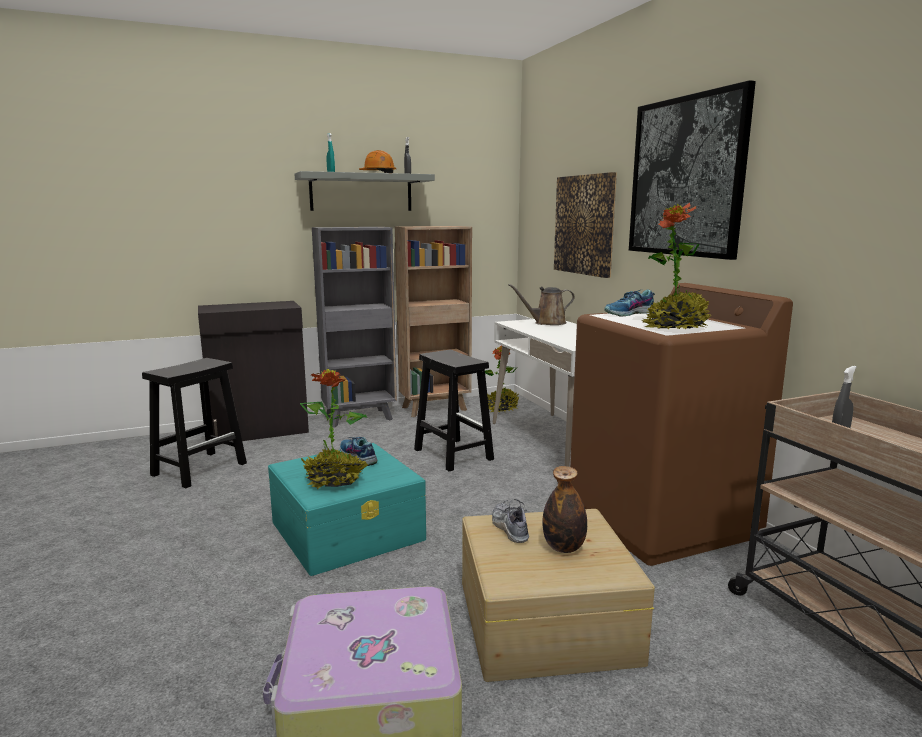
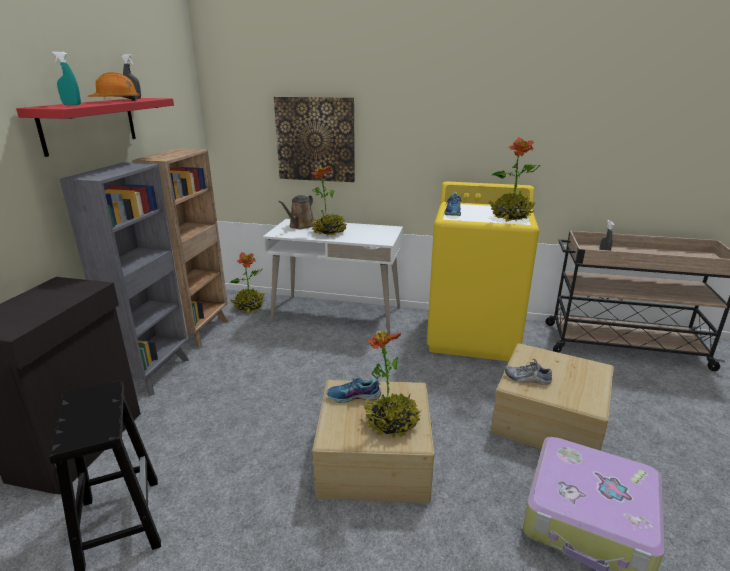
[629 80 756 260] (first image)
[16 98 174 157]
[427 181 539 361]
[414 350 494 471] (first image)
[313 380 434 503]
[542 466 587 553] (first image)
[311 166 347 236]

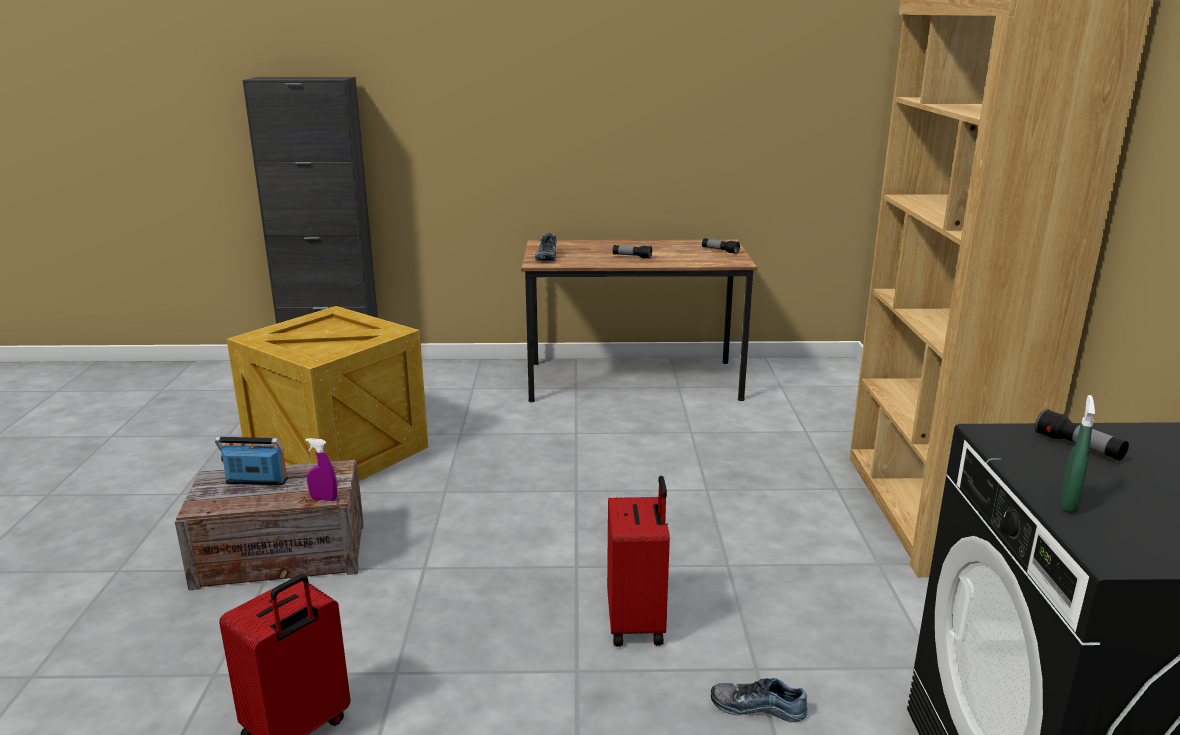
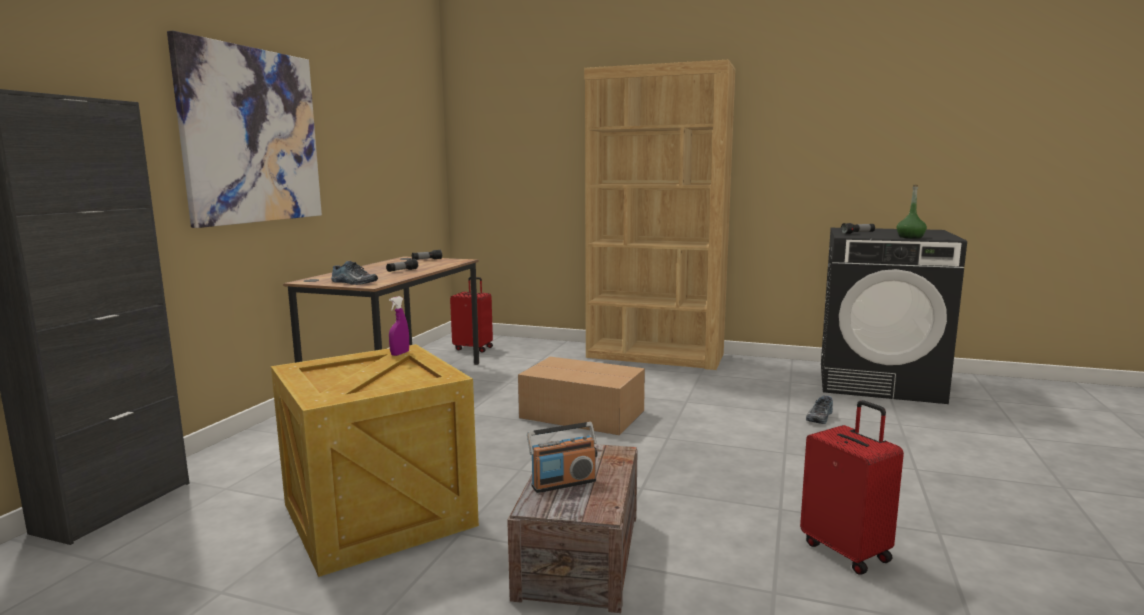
[896 185 927 238]
[527 422 597 493]
[389 296 409 356]
[450 277 493 353]
[167 31 322 228]
[518 357 645 435]

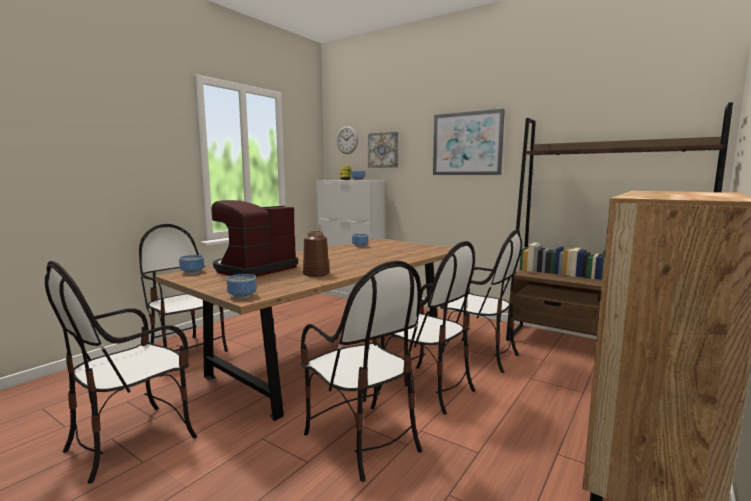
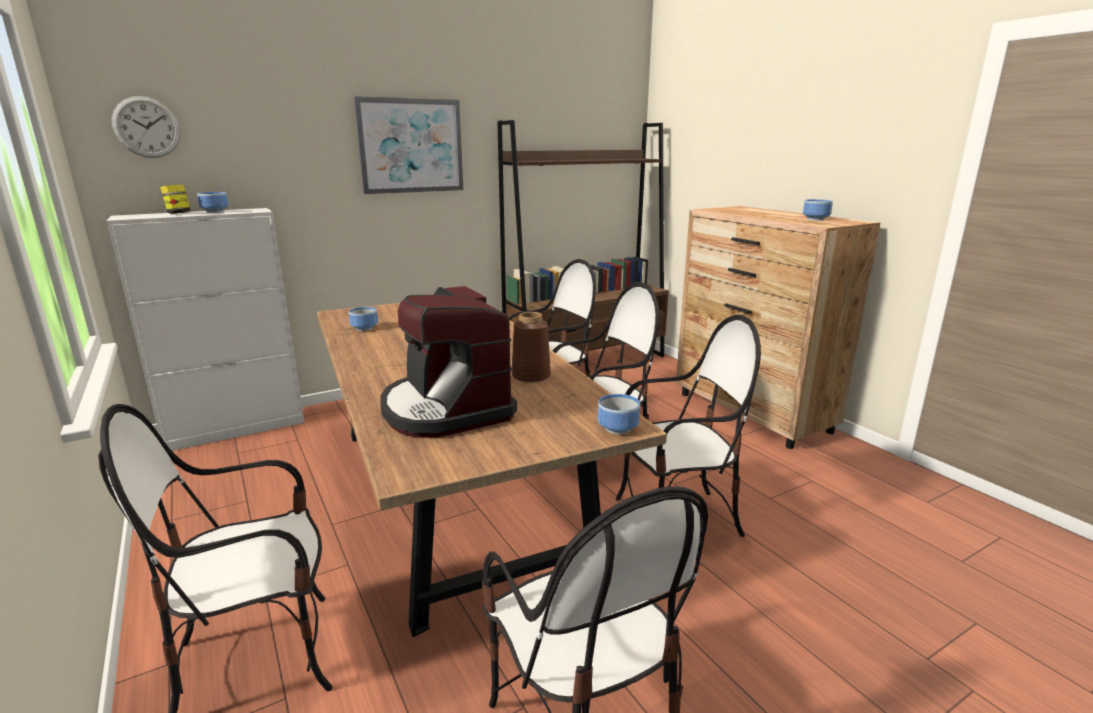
[368 132 398 168] (first image)
[803 199 833 220]

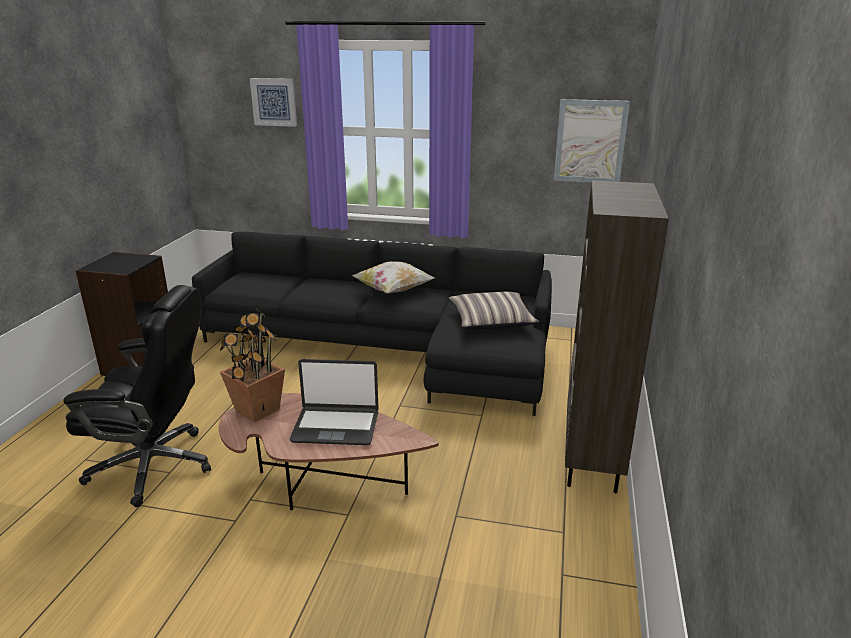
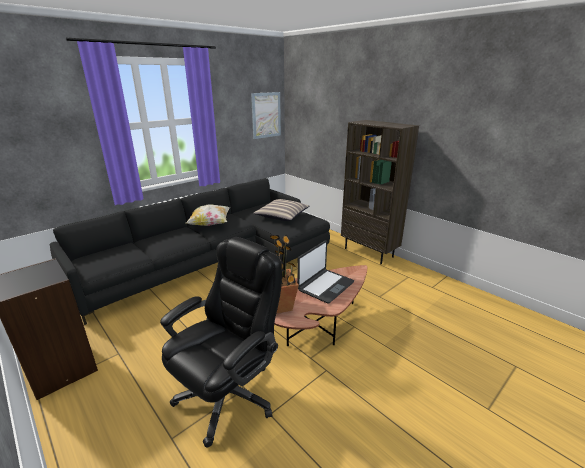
[250 78 297 127] (first image)

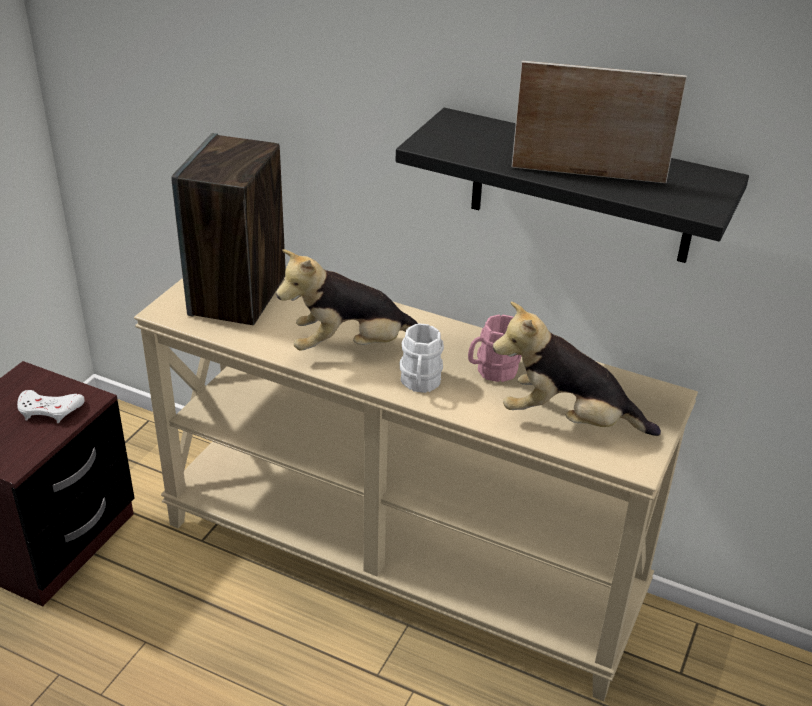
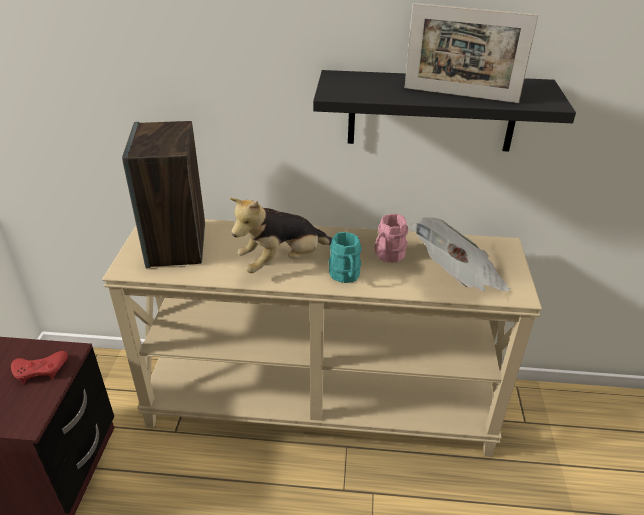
[405 3 538 103]
[411 217 510 292]
[329 232 362 283]
[11 351 68 384]

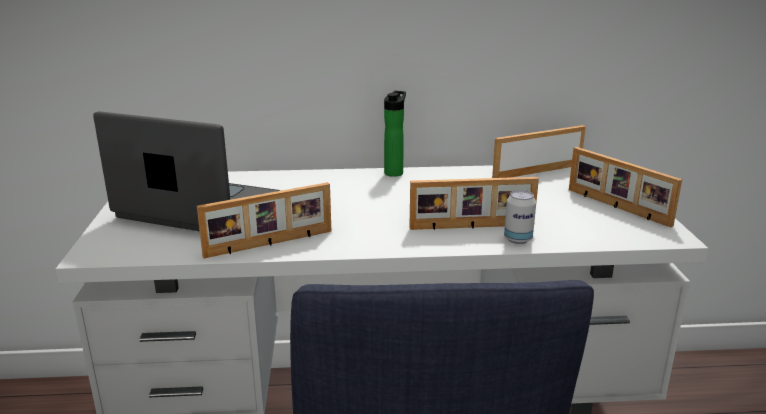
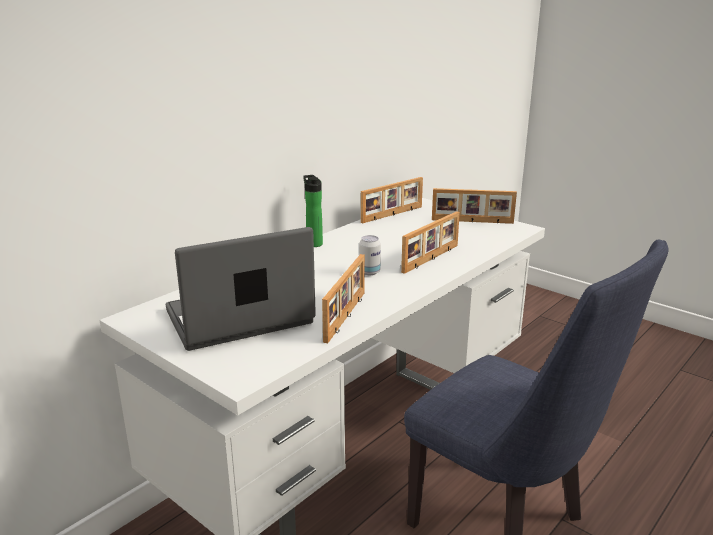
[361 177 423 223]
[359 235 381 275]

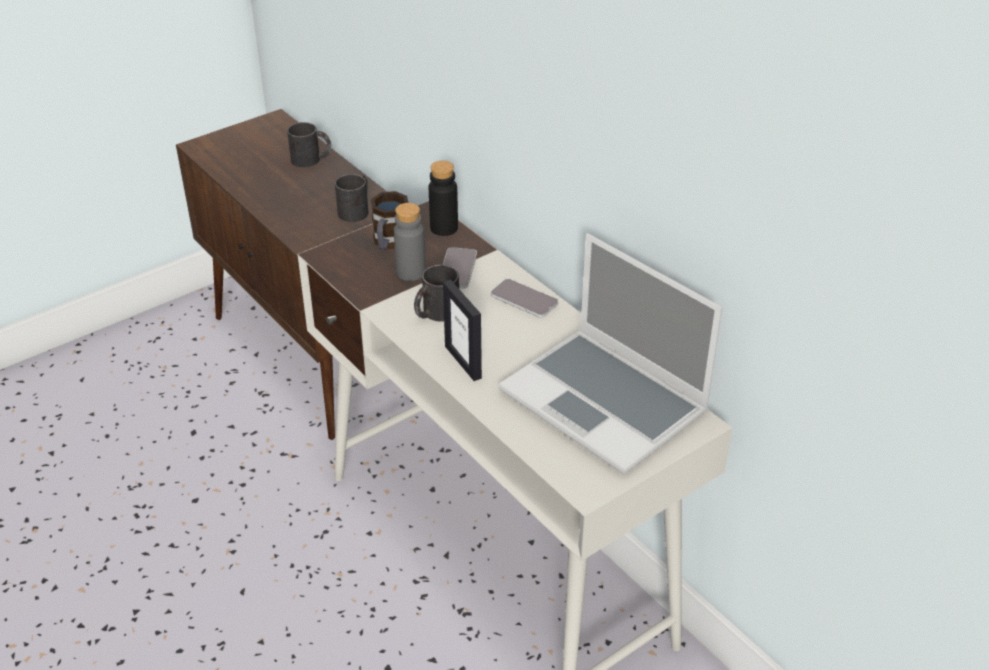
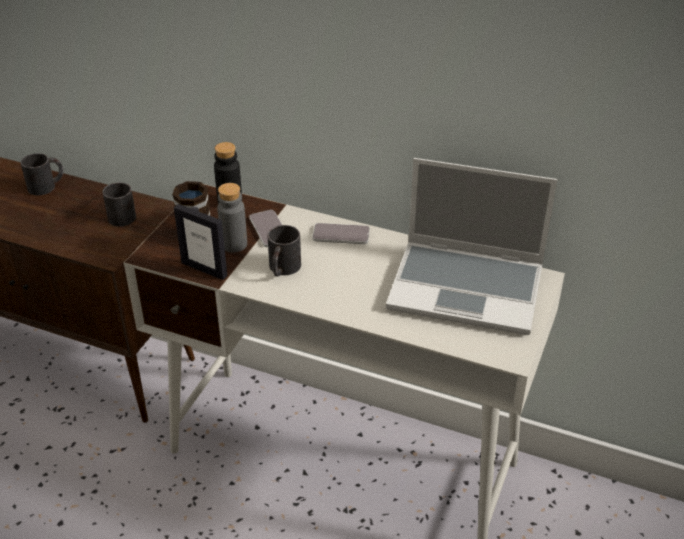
[174 204 227 280]

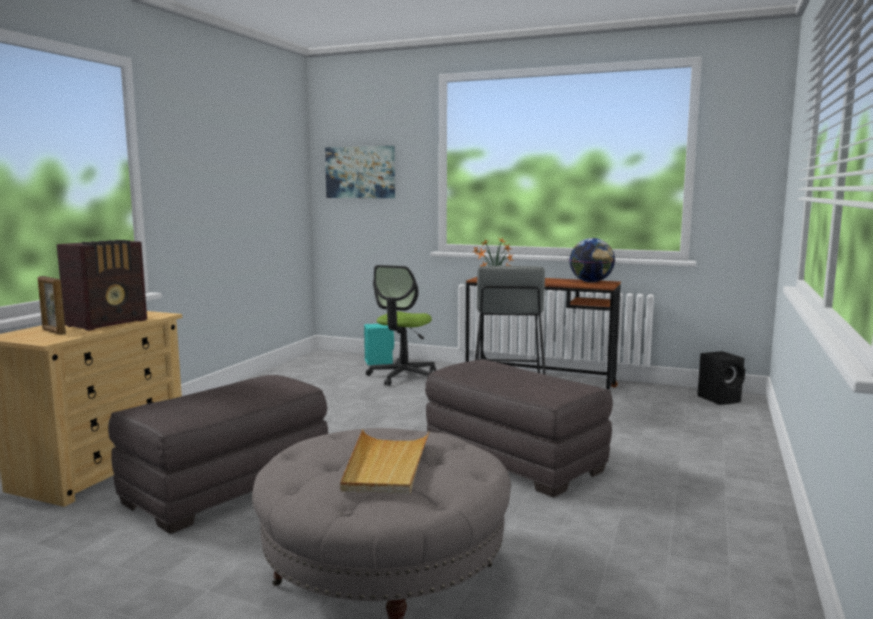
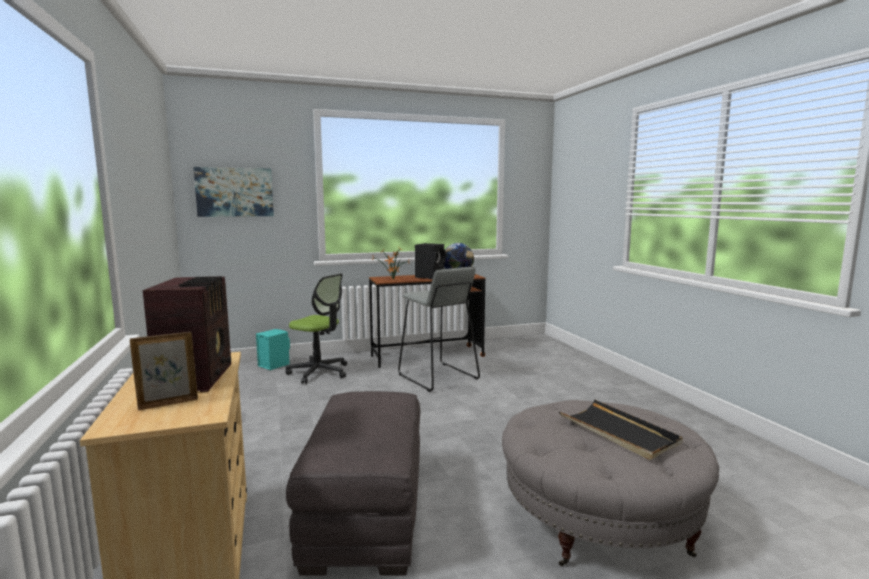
[286 273 347 384]
[130 332 198 410]
[415 243 446 279]
[425 360 613 498] (first image)
[559 399 683 460]

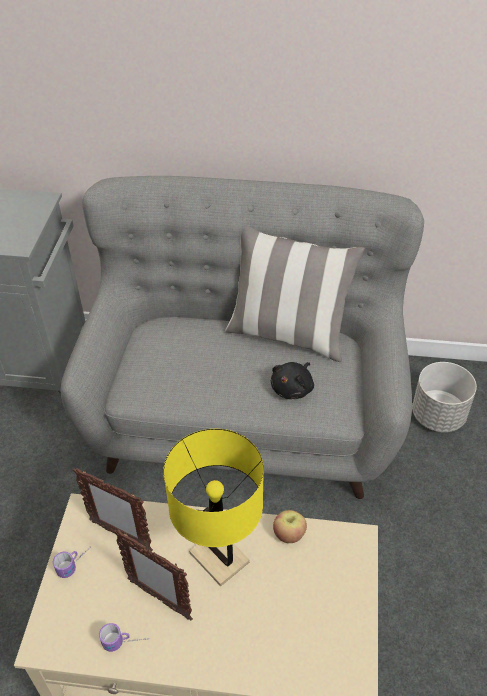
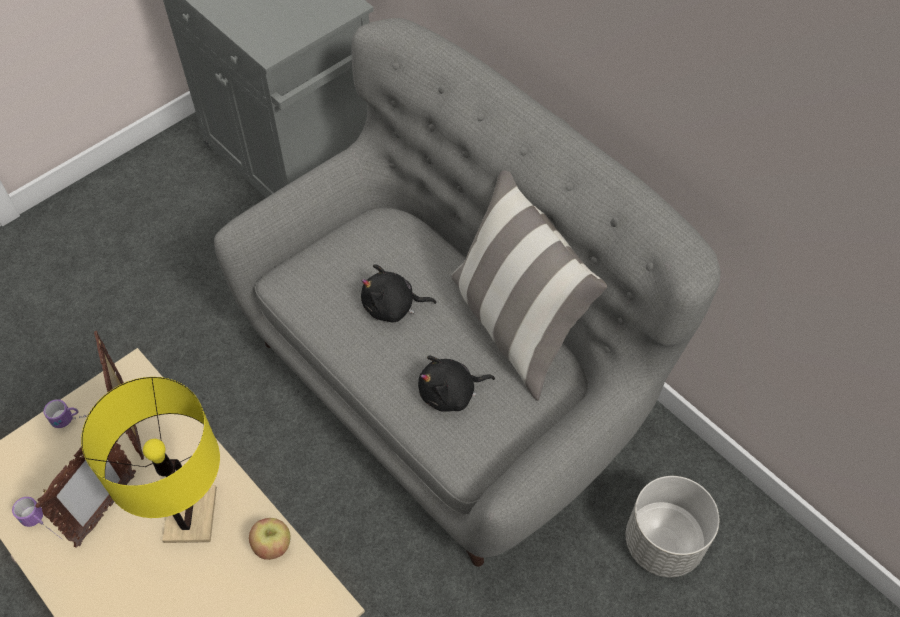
[35 441 136 548]
[361 264 436 322]

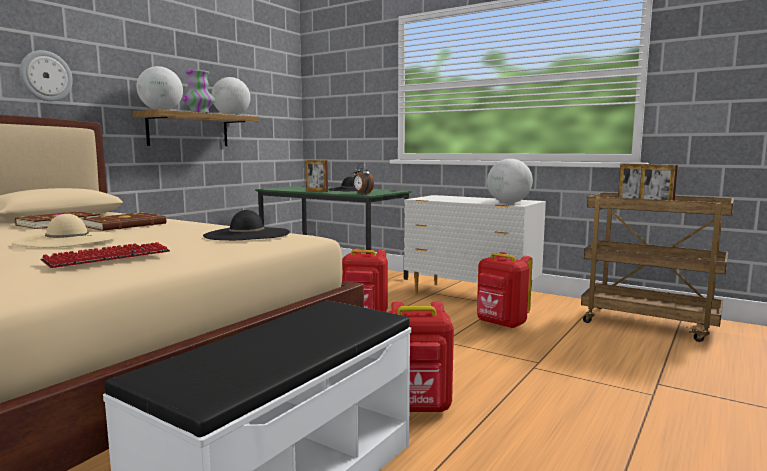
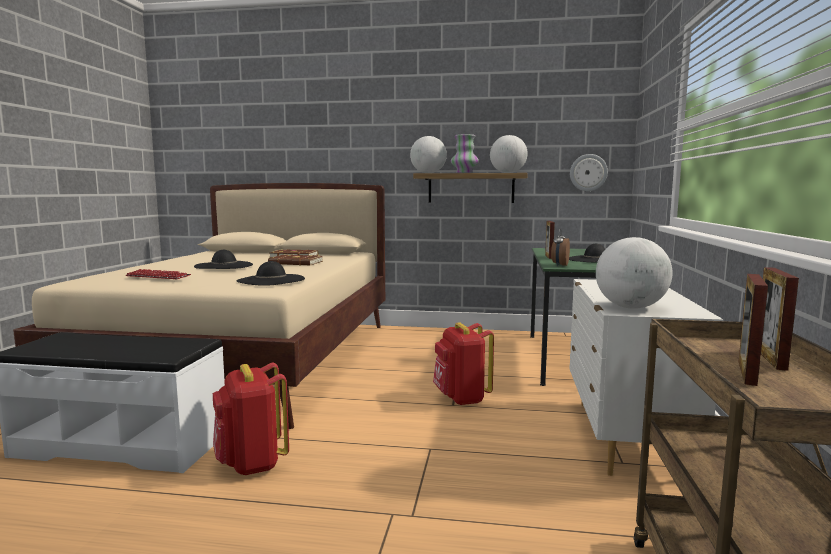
[570 154 608 191]
[194 250 253 269]
[477 252 532 329] (first image)

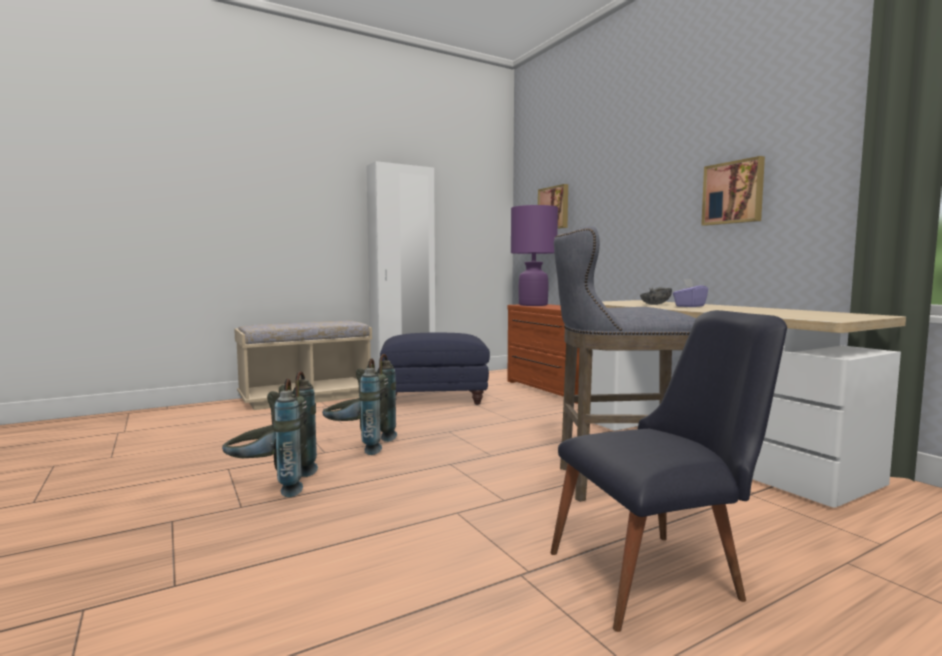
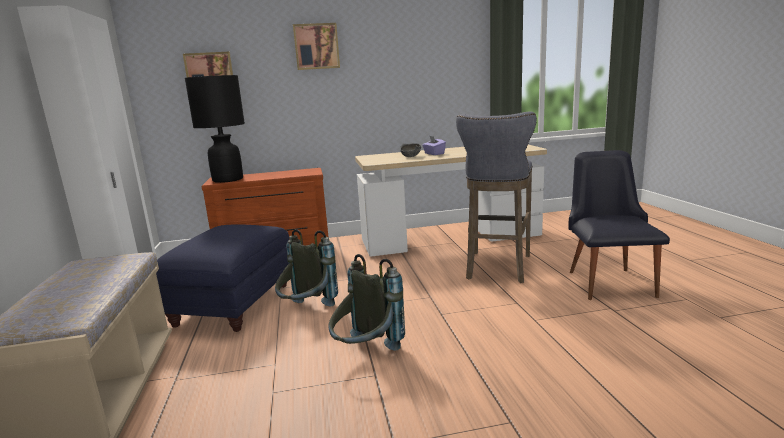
[293 23 340 70]
[185 75 245 183]
[275 229 338 306]

